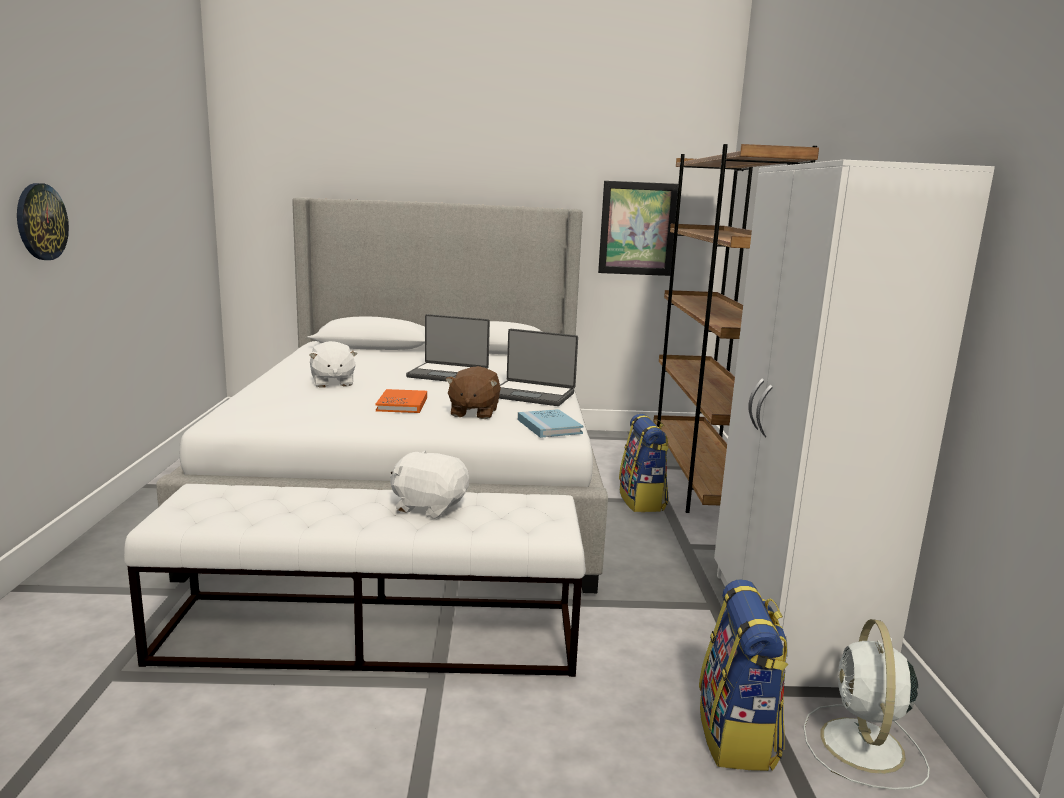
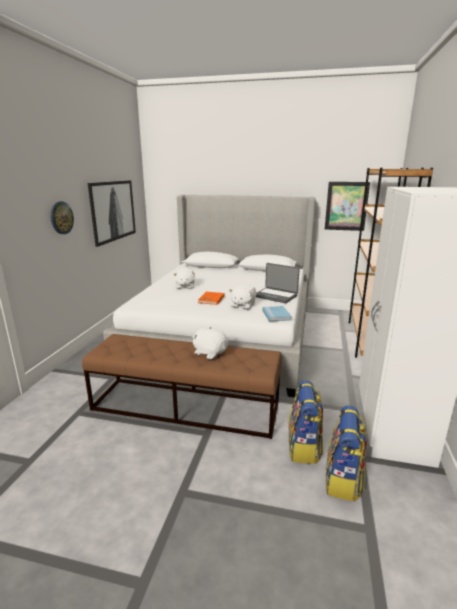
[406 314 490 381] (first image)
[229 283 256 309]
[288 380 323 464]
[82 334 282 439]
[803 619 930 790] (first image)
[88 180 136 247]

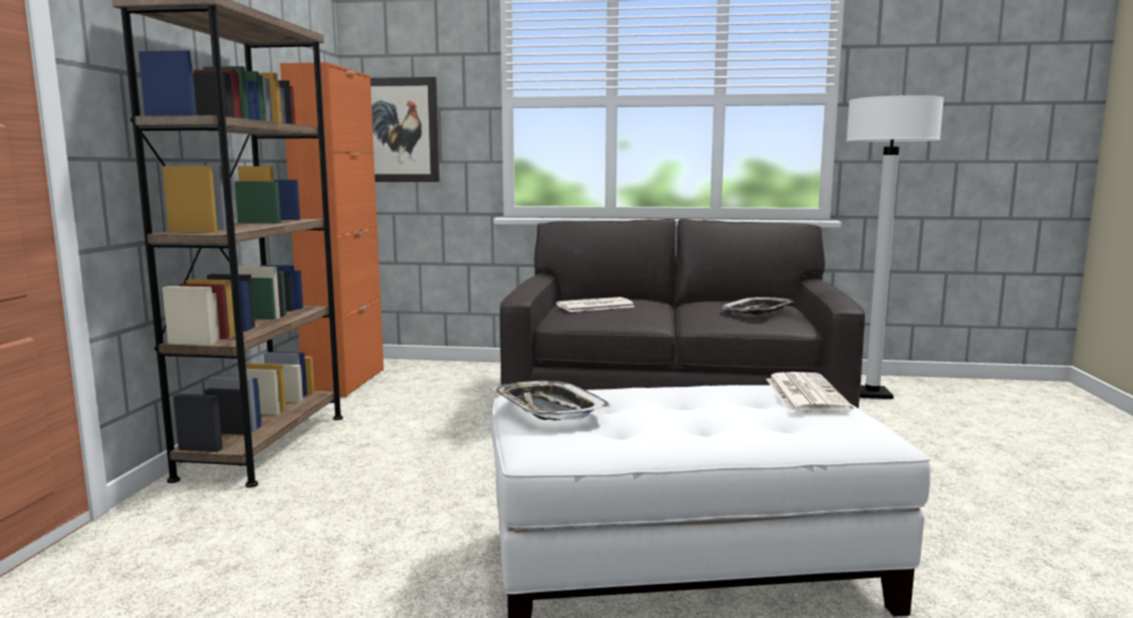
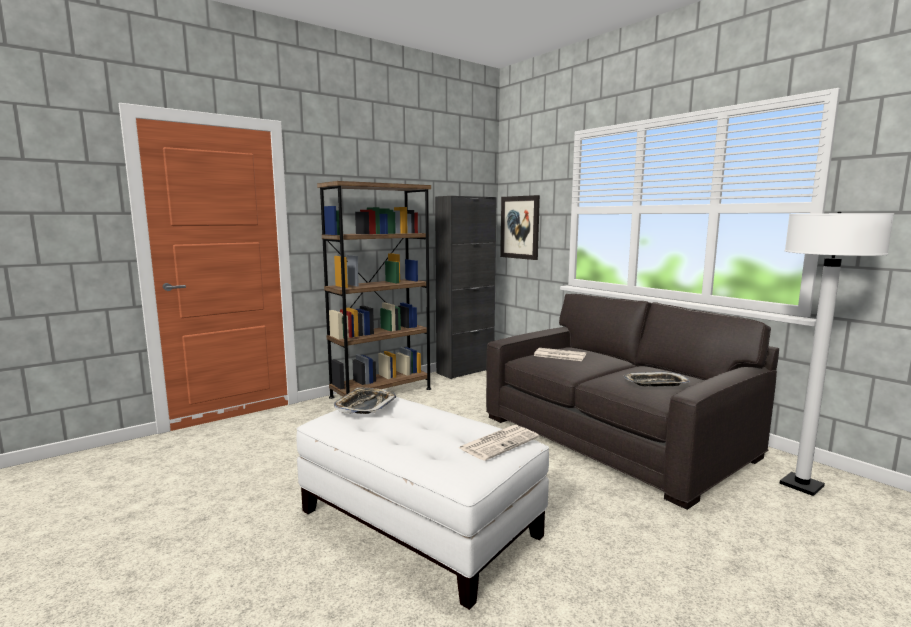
[435 196 497 379]

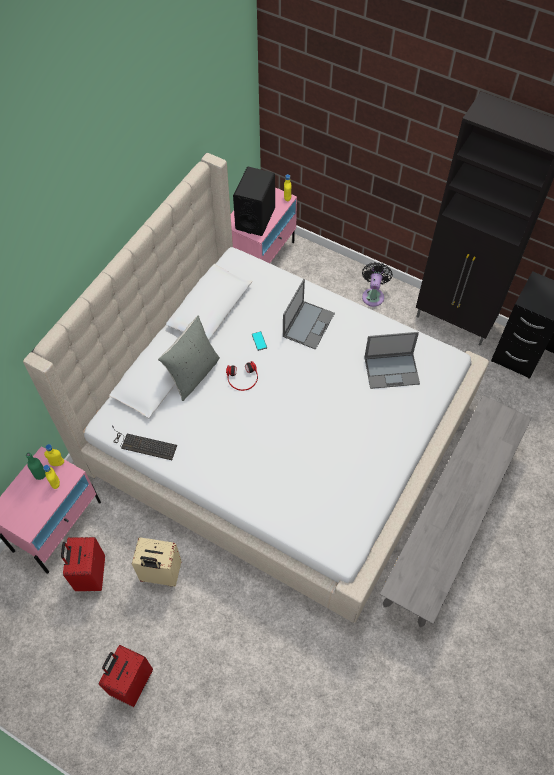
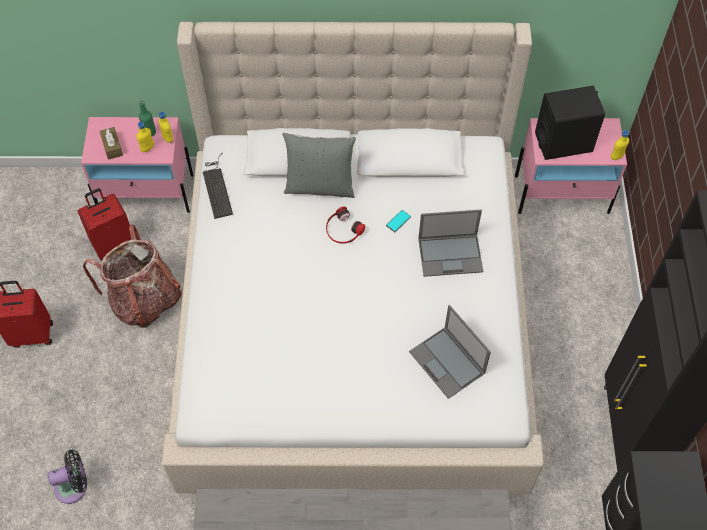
[47 450 87 504]
[83 225 182 328]
[100 127 123 160]

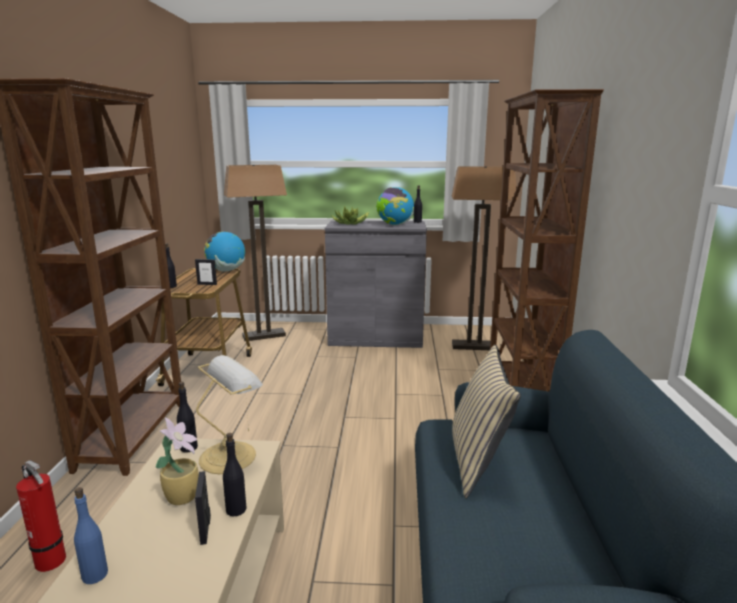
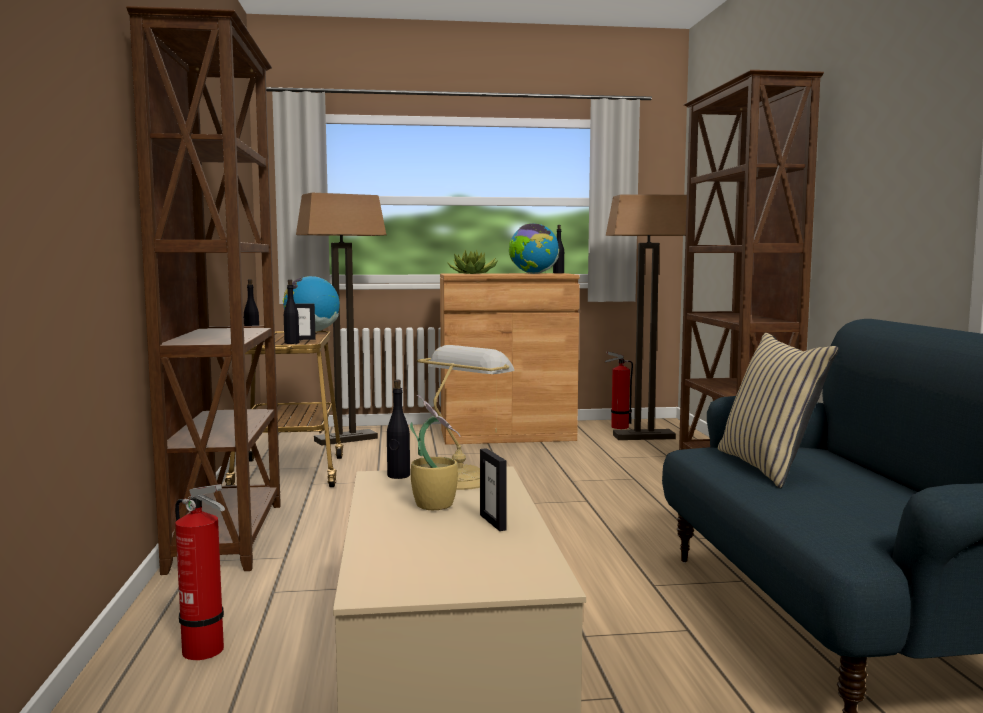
[440 273 580 445]
[284 280 299 344]
[74 487 108 584] (first image)
[605 351 633 429]

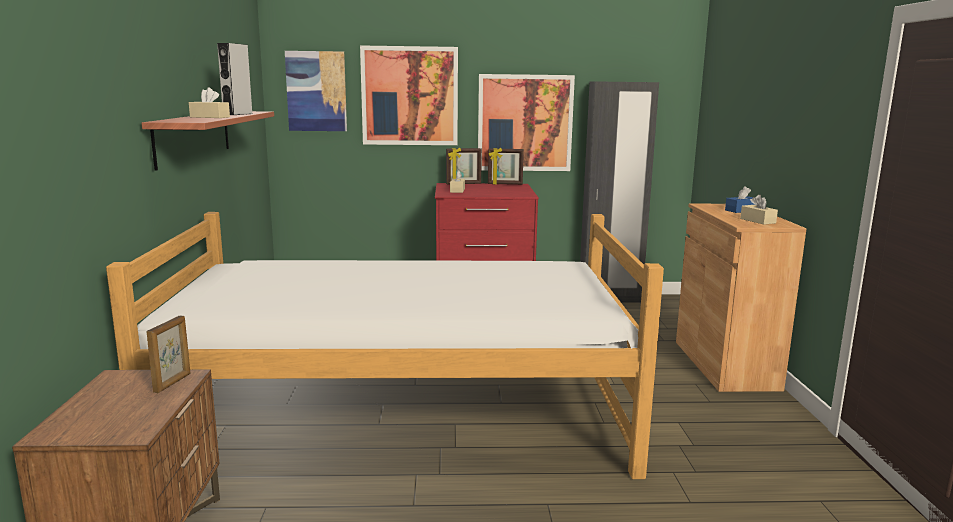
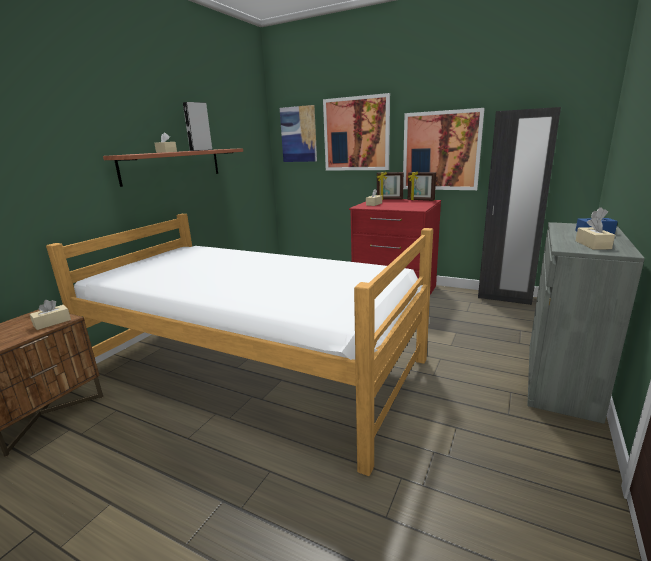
[527 222 645 424]
[30 300 71 330]

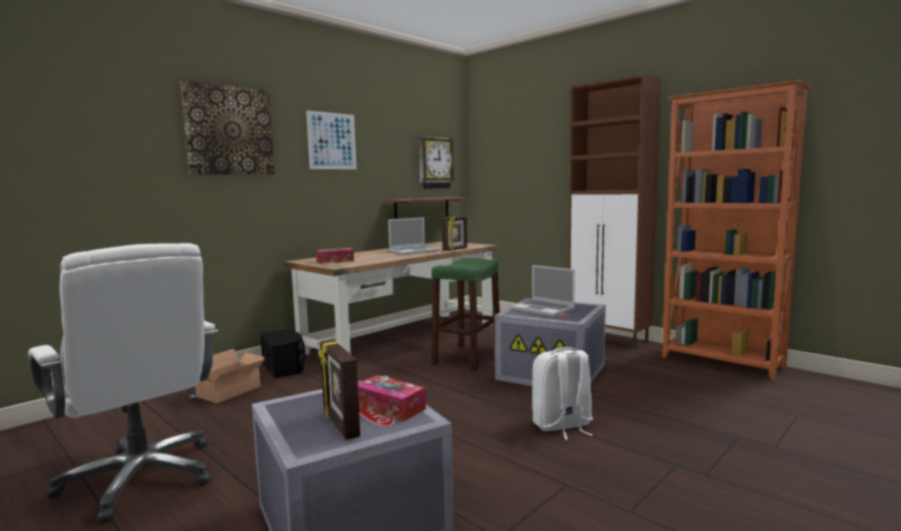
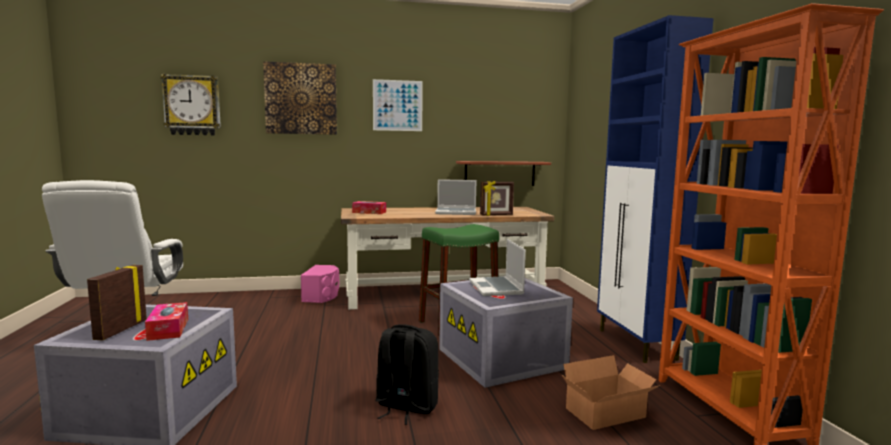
[597 15 714 363]
[161 74 221 135]
[301 265 340 303]
[375 324 439 425]
[561 355 660 430]

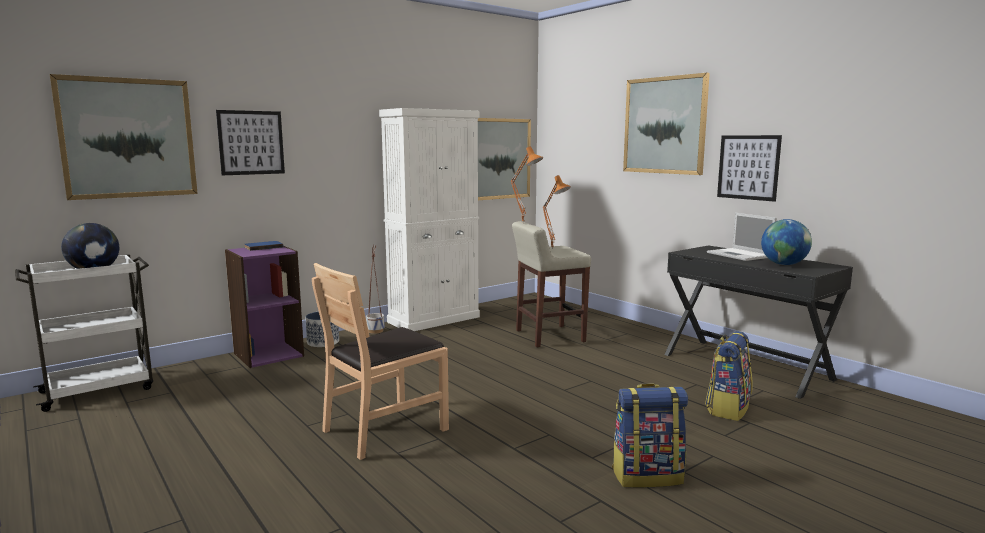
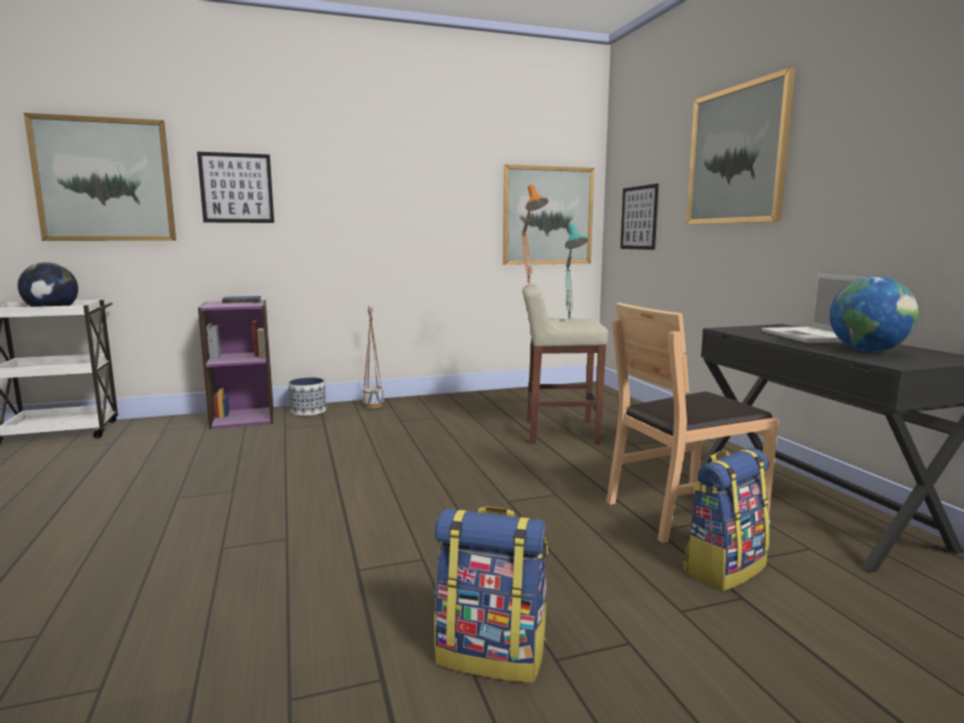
[379 108 480 331] (first image)
[620 184 659 250]
[565 223 588 321]
[606 302 779 543]

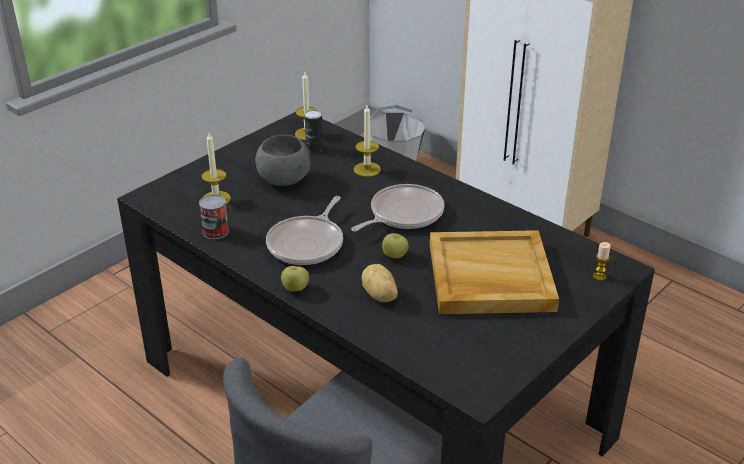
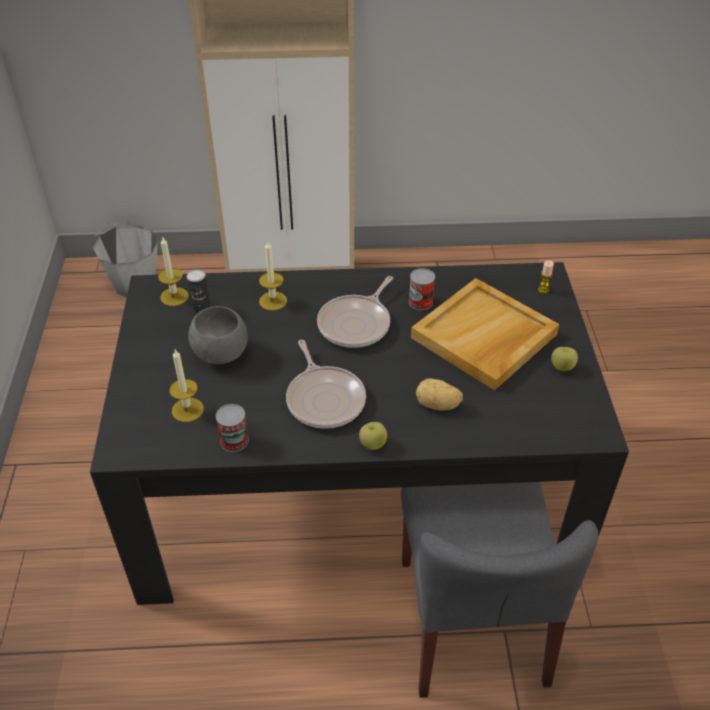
[317 276 393 348]
[551 347 578 371]
[409 268 435 310]

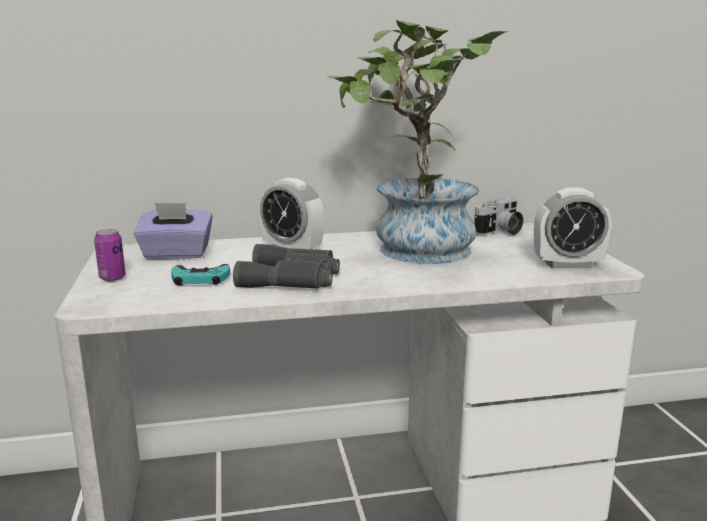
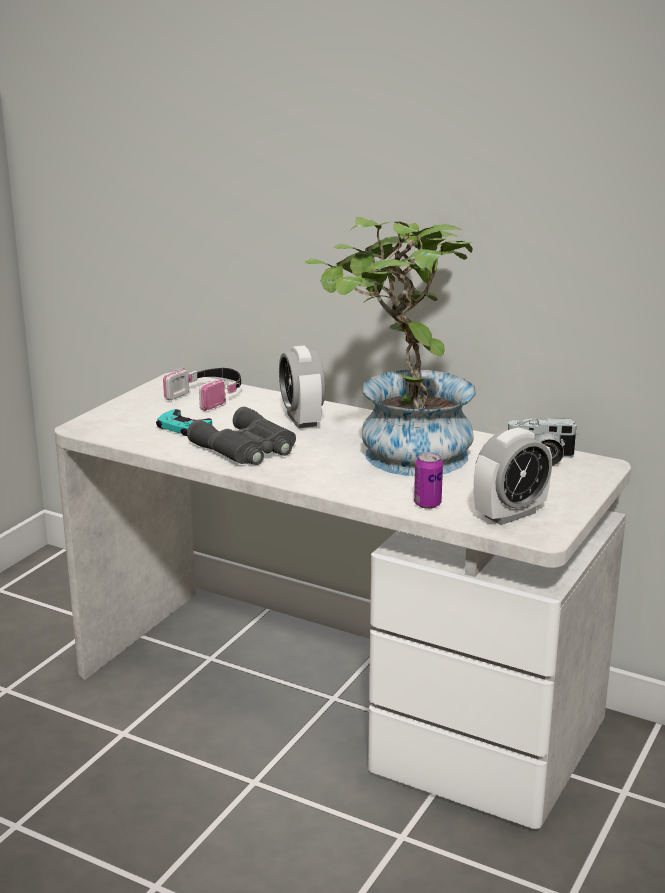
[474 428 552 525]
[163 367 241 411]
[414 452 443 509]

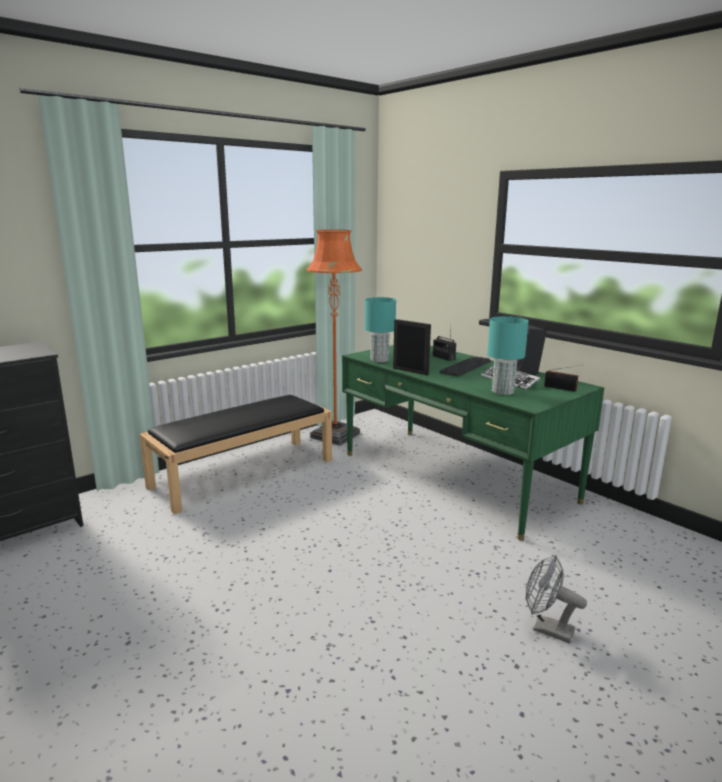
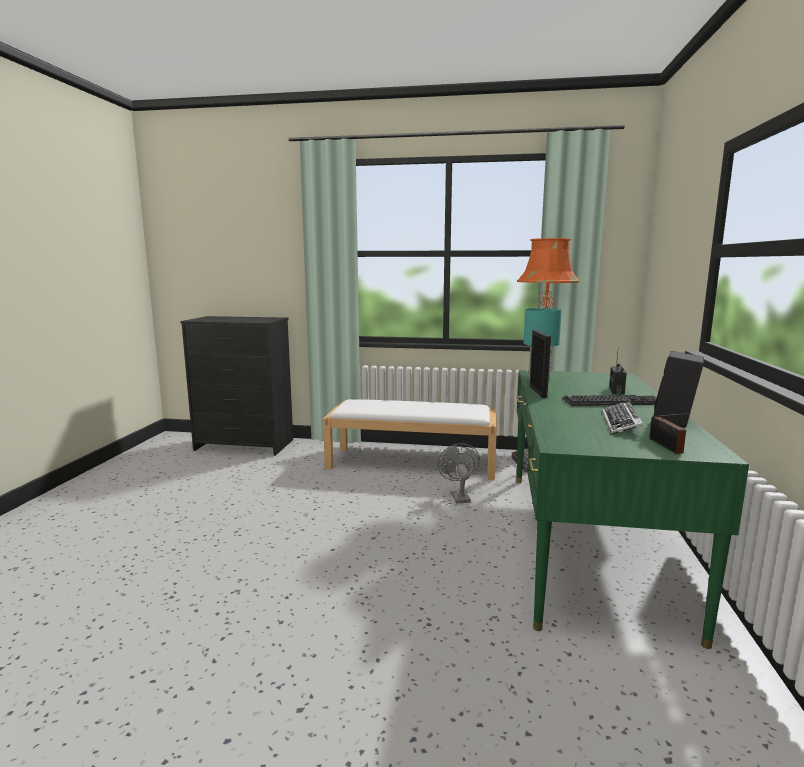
[487 316 528 395] (first image)
[323 399 497 480]
[438 444 480 503]

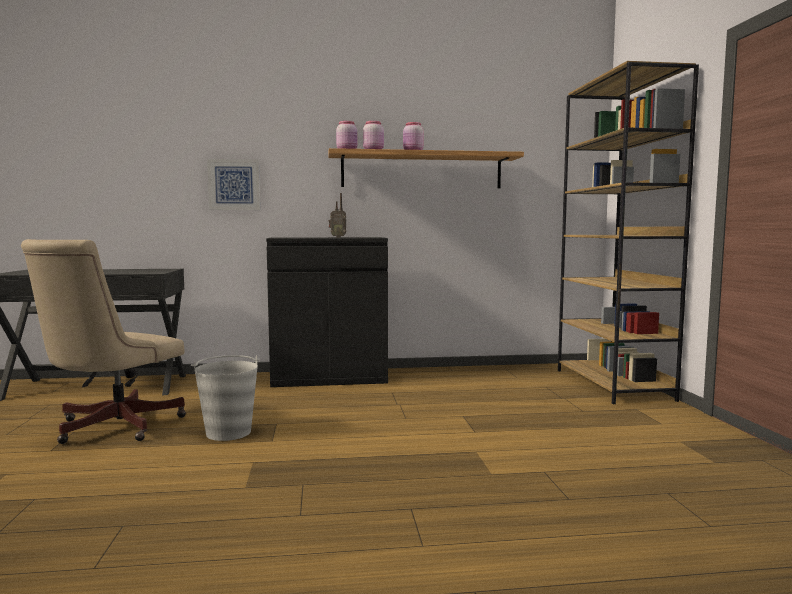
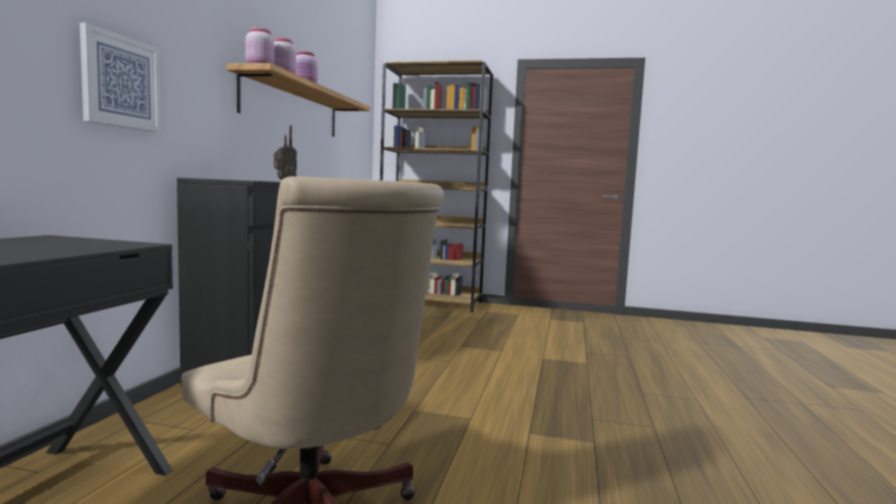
[191 355 260 441] (first image)

